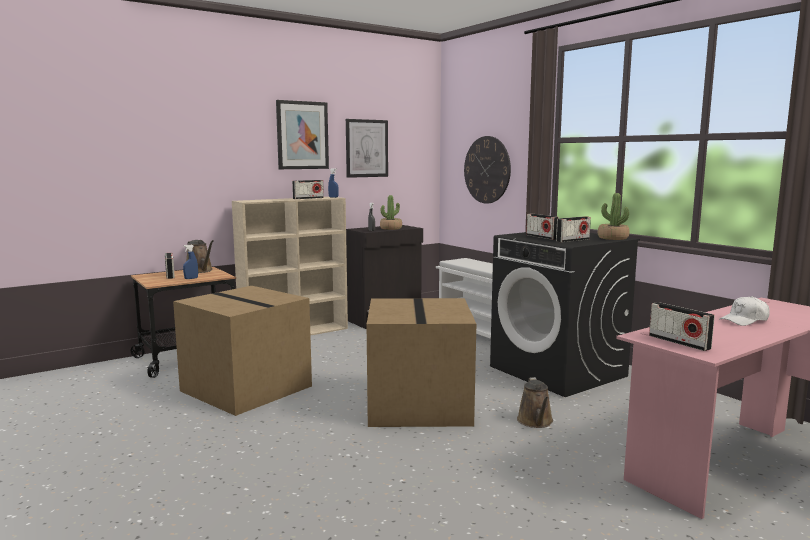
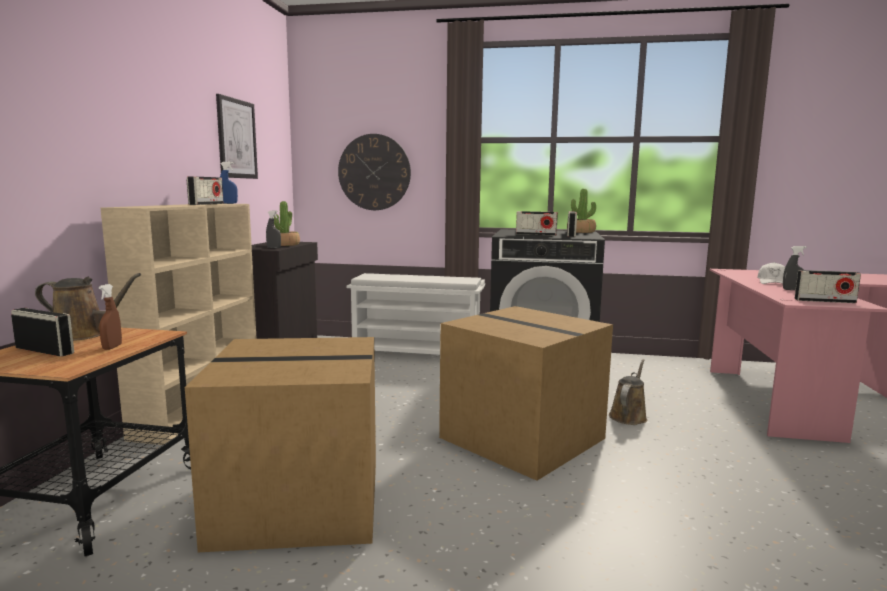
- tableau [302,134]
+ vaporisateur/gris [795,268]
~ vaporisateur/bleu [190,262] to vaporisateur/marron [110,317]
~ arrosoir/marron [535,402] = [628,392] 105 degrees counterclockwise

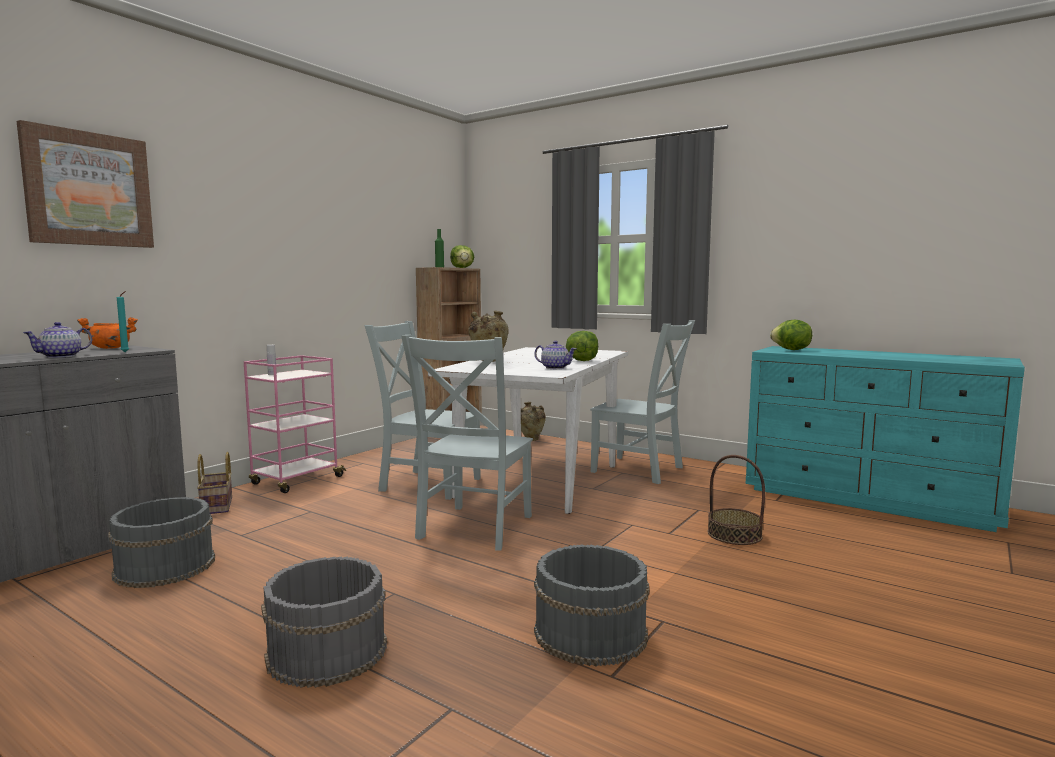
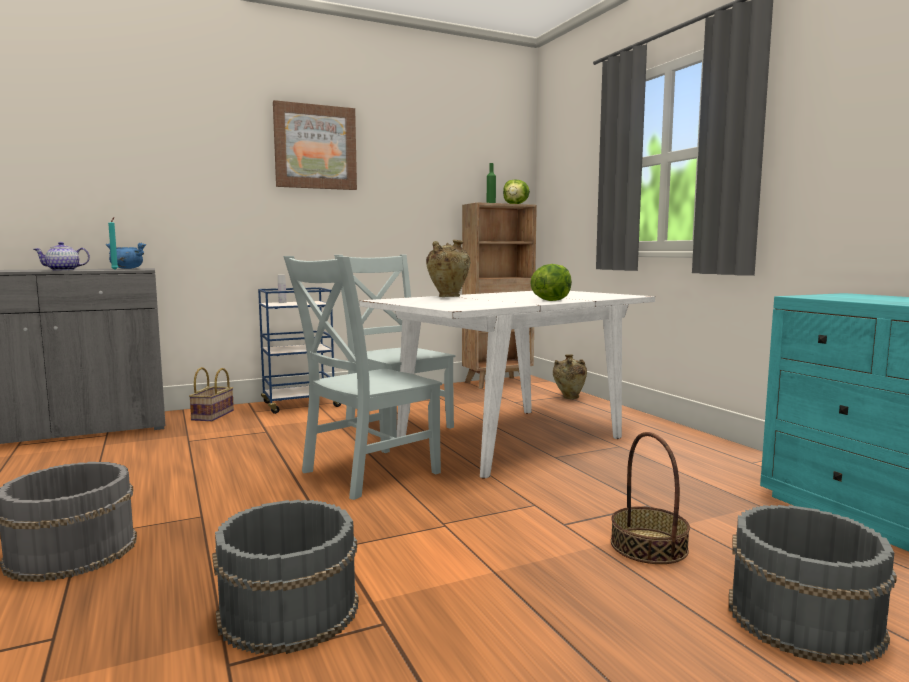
- théière [556,355]
- chaise/gris [642,402]
- laitue [791,335]
~ tableau [85,184] to [315,145]
~ seau/gris [161,542] to [813,585]
~ marmite/orange [107,333] to marmite/bleu [126,256]
~ chariot/rose [295,424] to chariot/bleu [299,350]

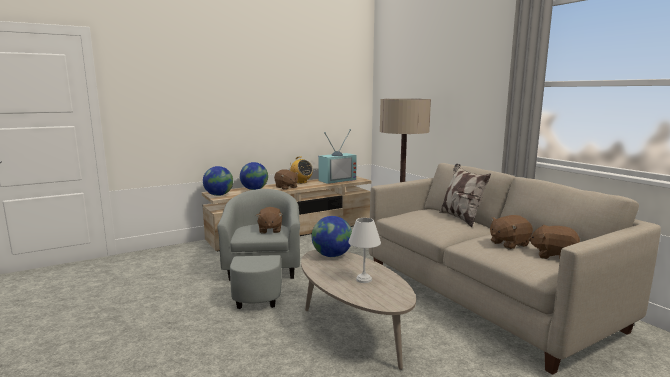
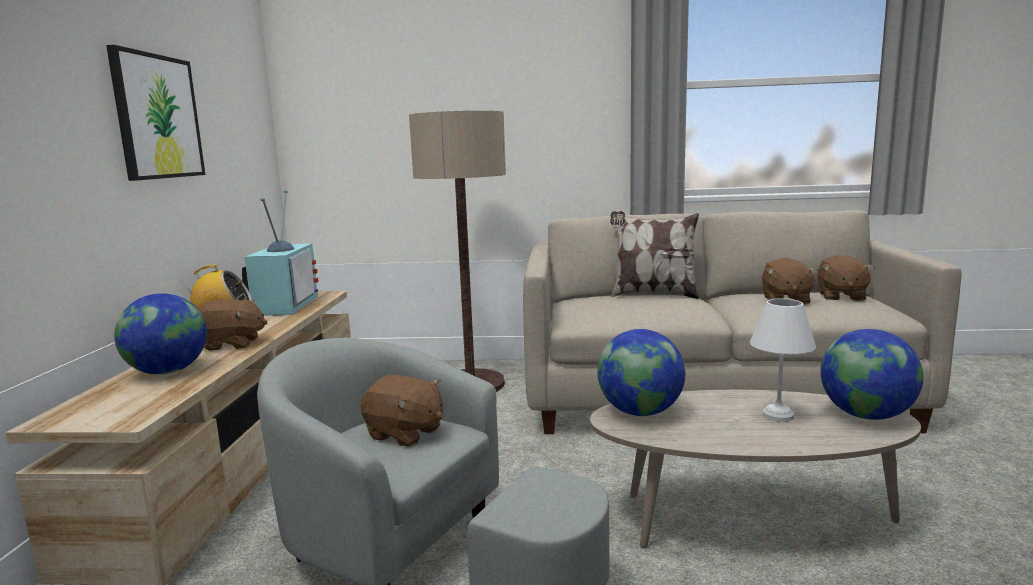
+ tableau [155,113]
~ globe [218,181] to [872,374]
~ peluche/marron [554,242] = [846,278] 45 degrees counterclockwise

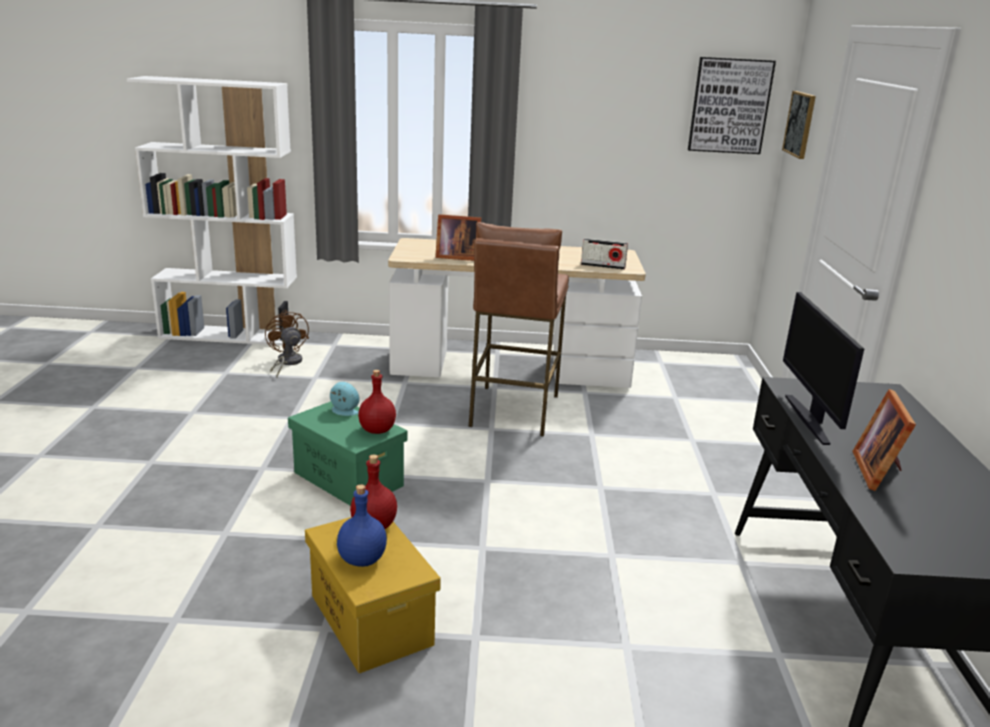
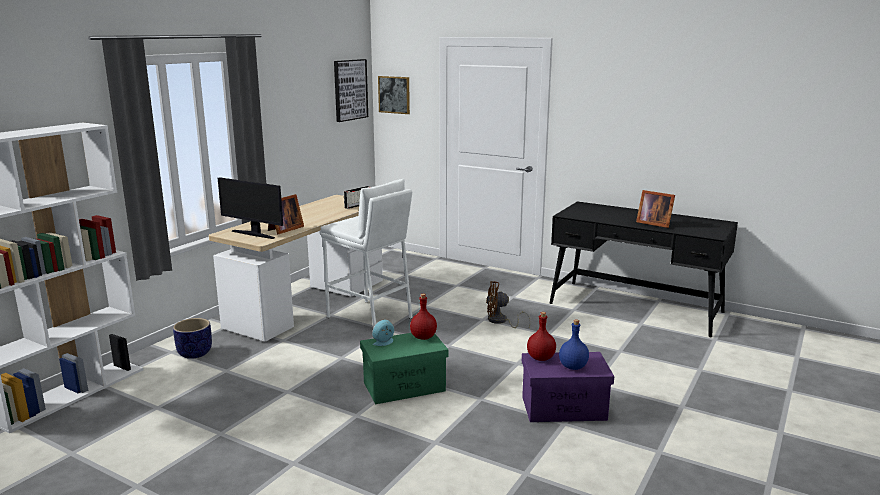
+ cache-pot [192,338]
~ ventilateur/marron [287,343] to [508,304]
~ écran d'ordinateur [823,368] to [250,208]
~ boîte de rangement/jaune [373,595] to boîte de rangement/violet [568,387]
~ tabouret/marron [519,329] to tabouret/blanc [367,253]

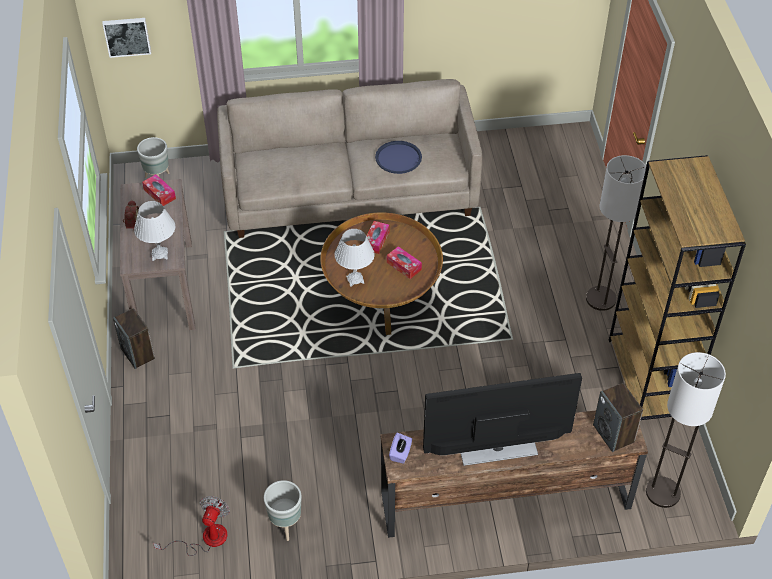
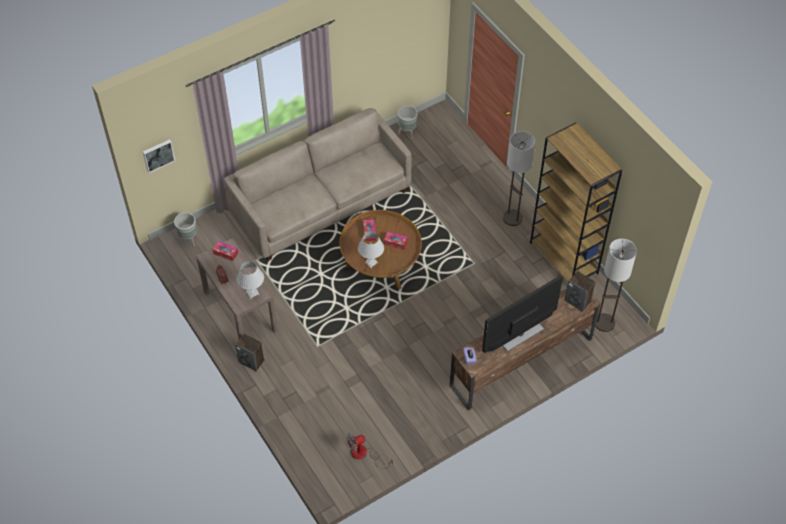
- plateau/bleu [398,157]
~ cache-pot/gris [282,510] to [408,122]
~ ventilateur [191,526] = [370,451] 105 degrees counterclockwise

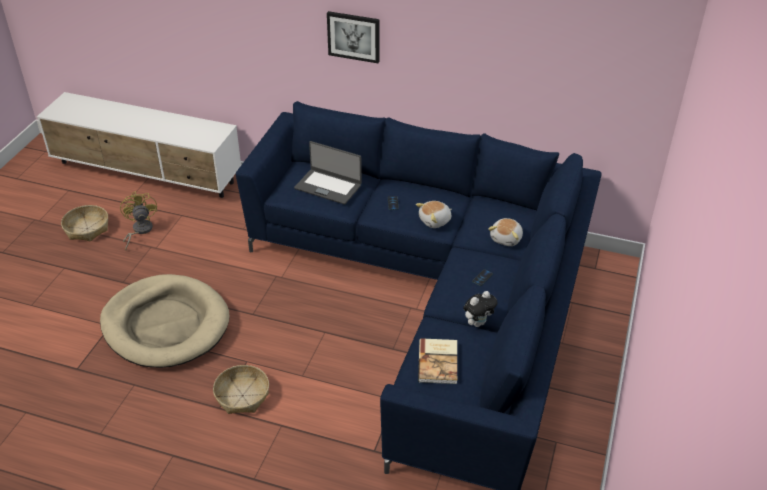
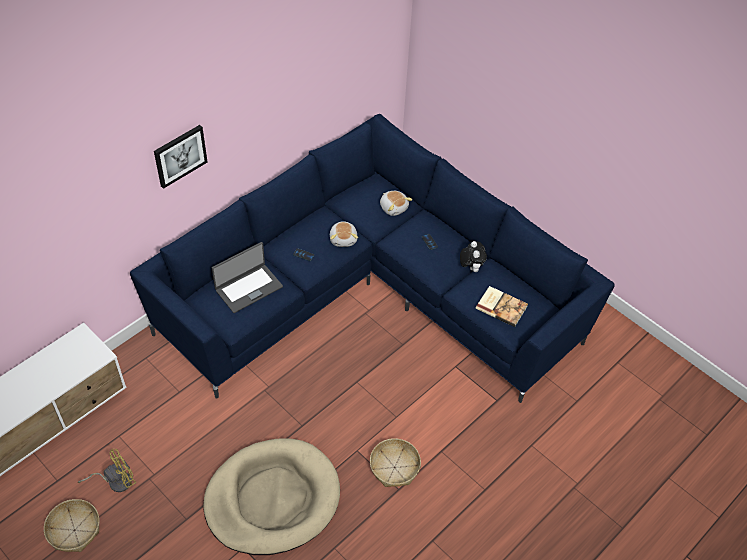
~ ventilateur/jaune [138,220] = [107,470] 135 degrees clockwise

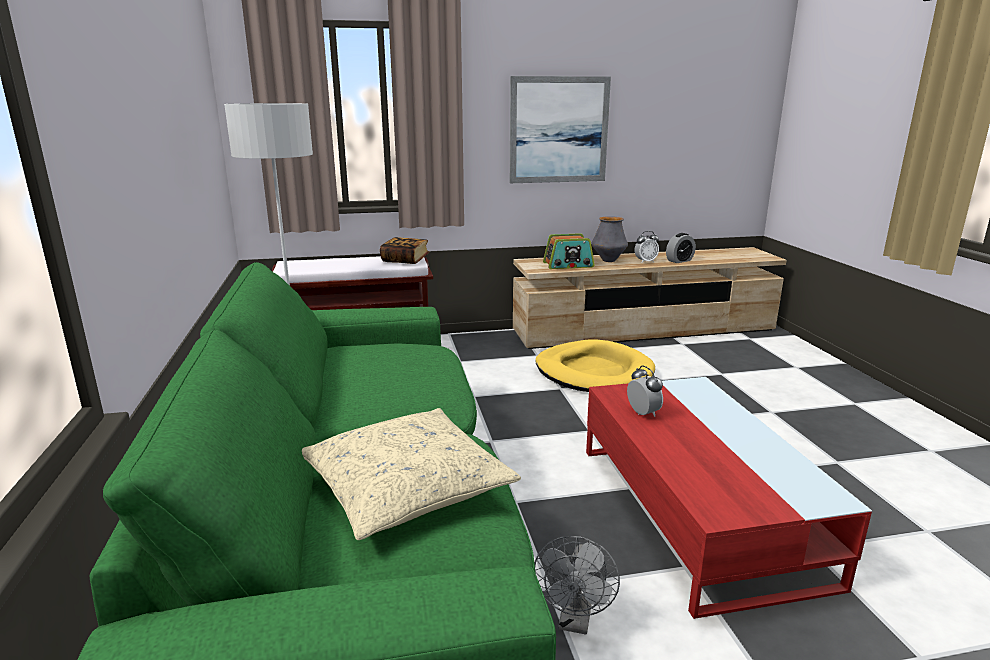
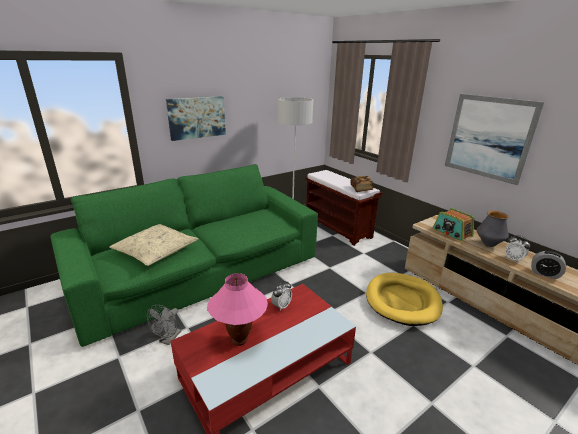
+ tableau [196,118]
+ lampe de table/rose [237,309]
~ ventilateur/gris [577,585] = [164,325] 60 degrees counterclockwise

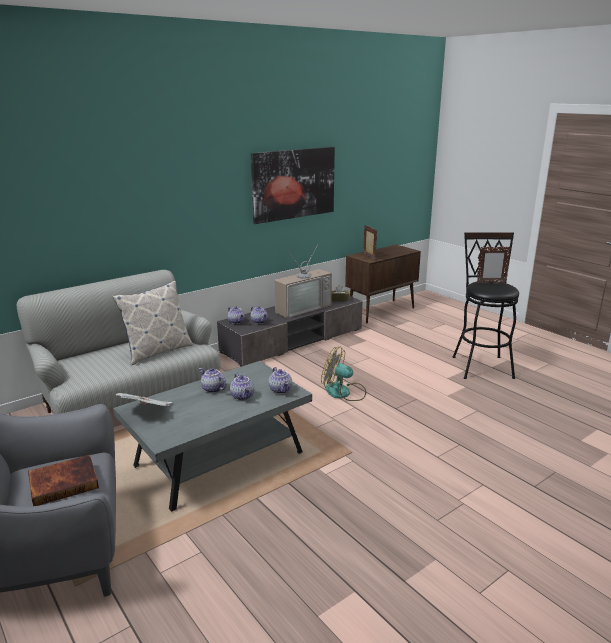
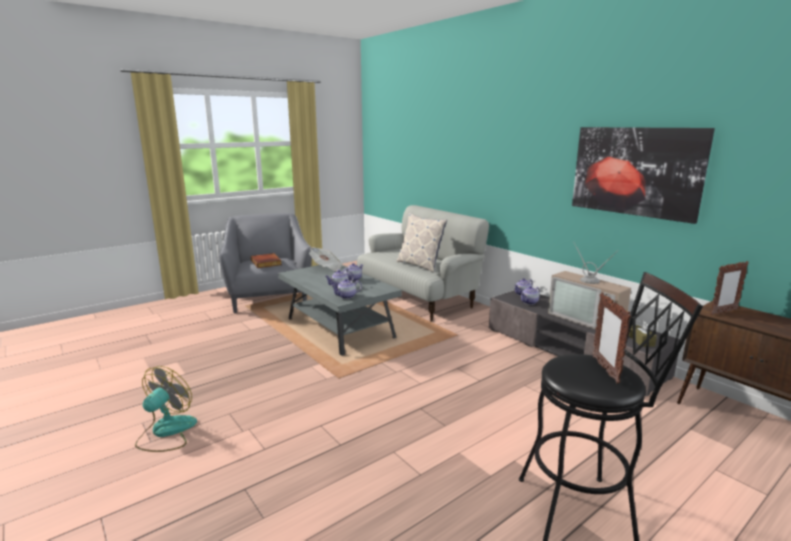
~ ventilateur [343,374] to [166,409]

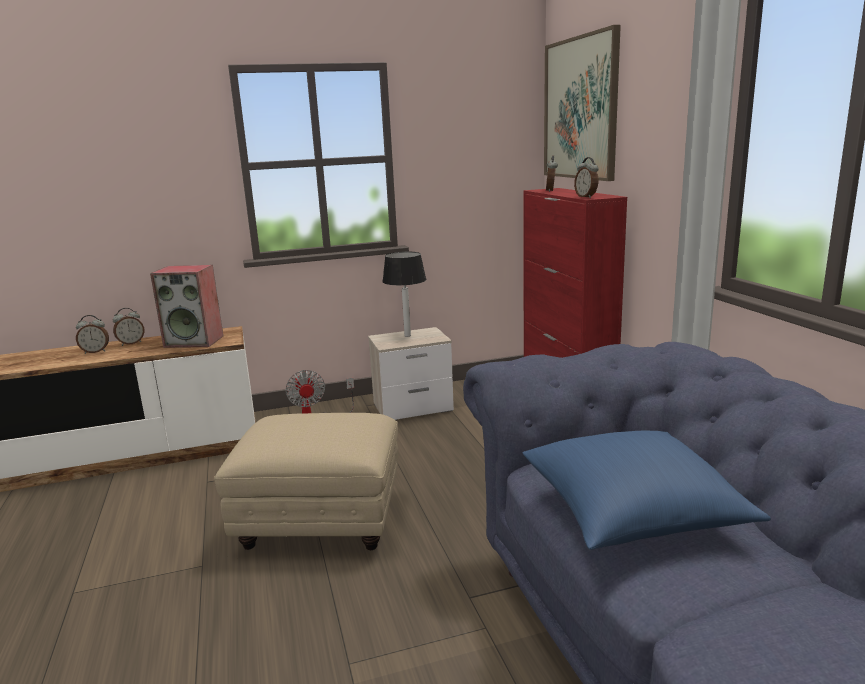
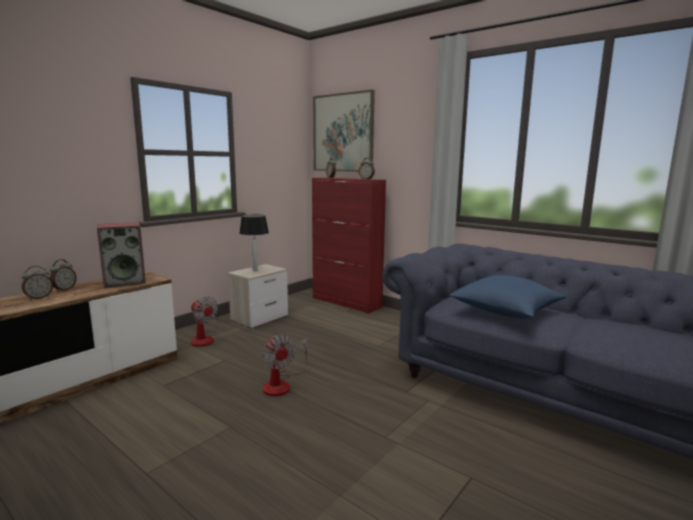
~ pouf/beige [306,481] to ventilateur [285,365]

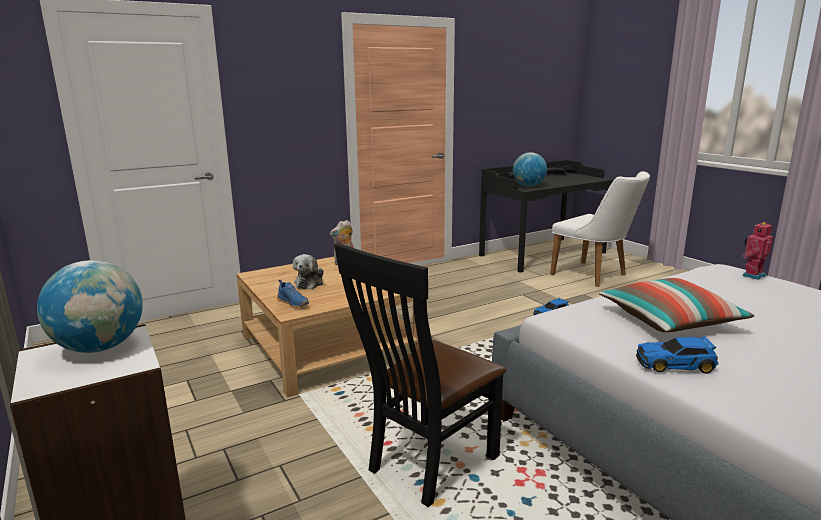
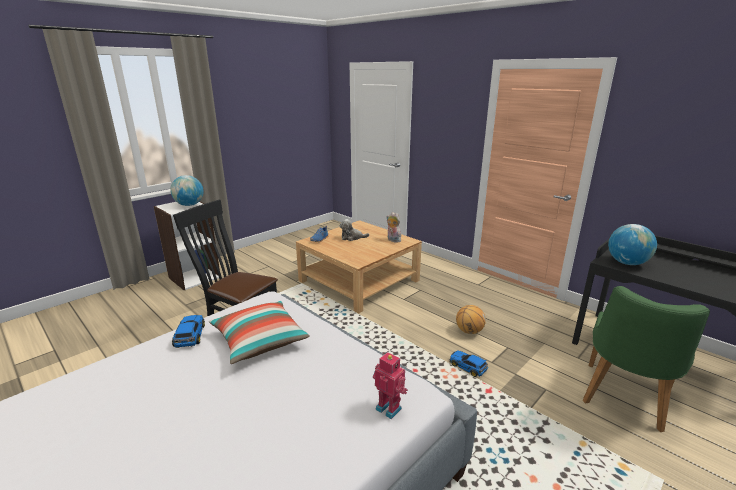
+ ballon de basket [471,319]
~ chaise/blanc [600,229] to chaise/vert [646,359]

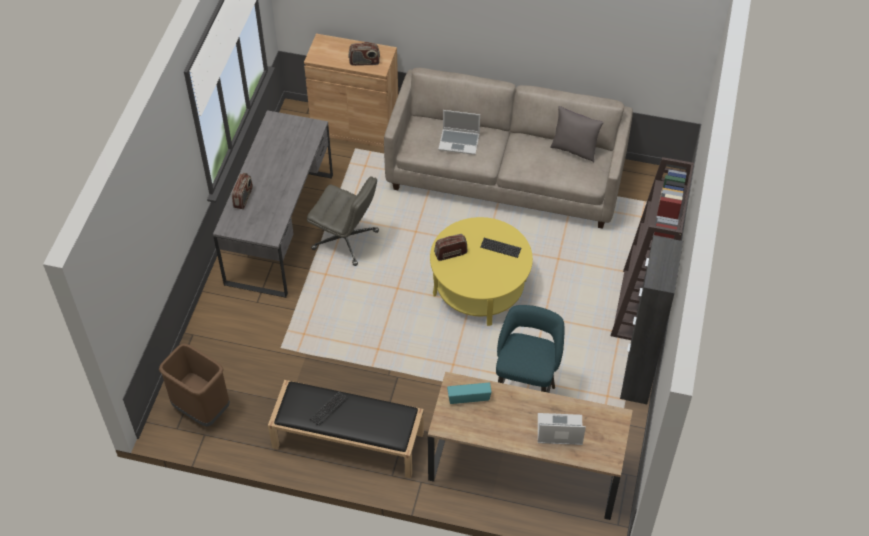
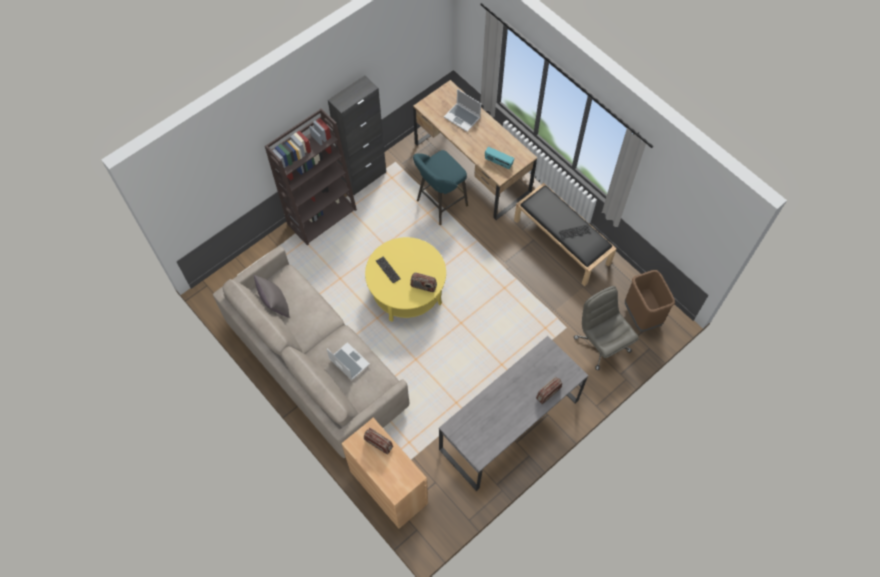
~ chaise de bureau/gris [343,221] to [606,328]

